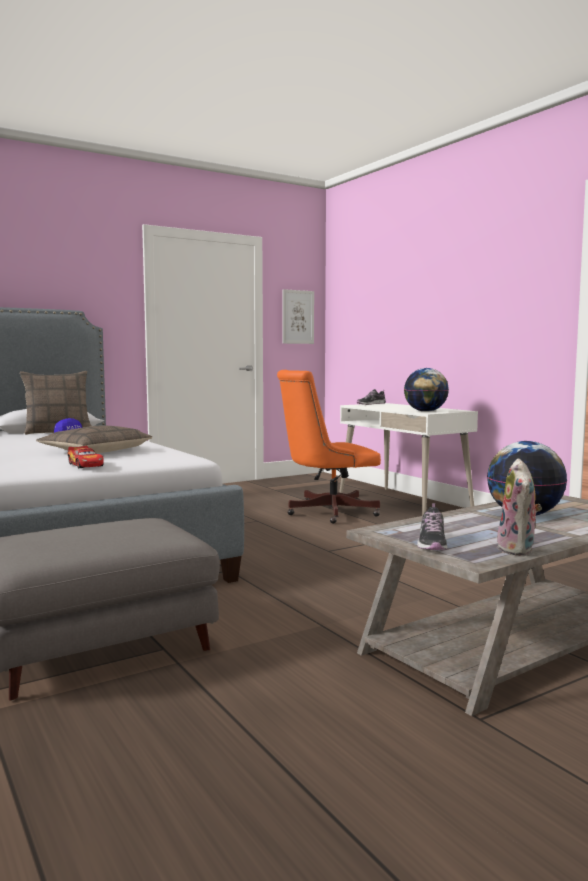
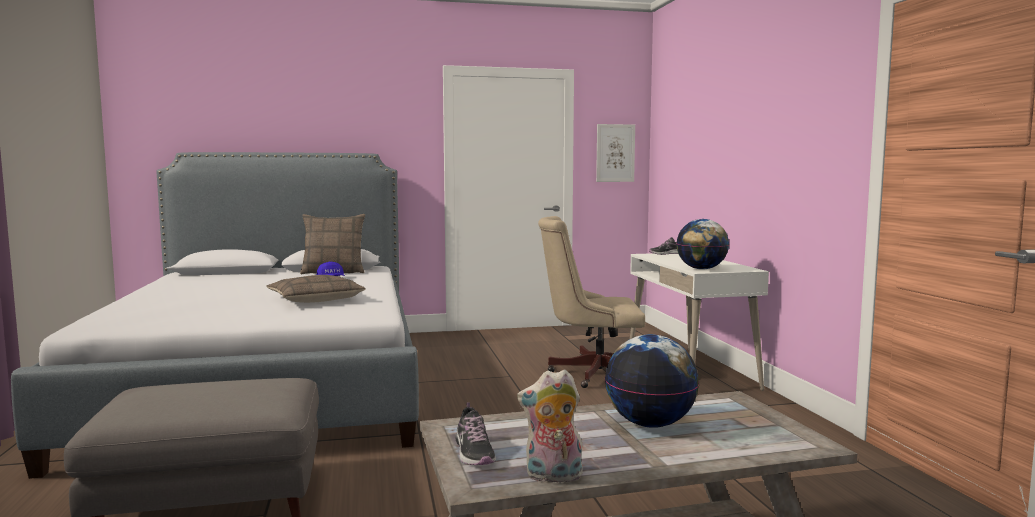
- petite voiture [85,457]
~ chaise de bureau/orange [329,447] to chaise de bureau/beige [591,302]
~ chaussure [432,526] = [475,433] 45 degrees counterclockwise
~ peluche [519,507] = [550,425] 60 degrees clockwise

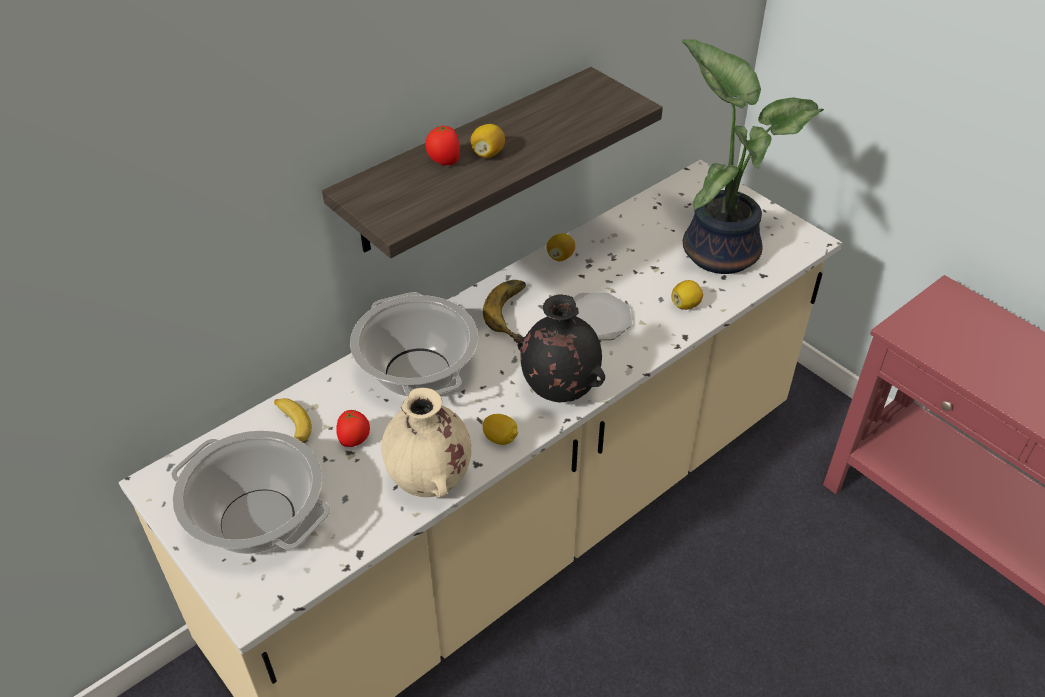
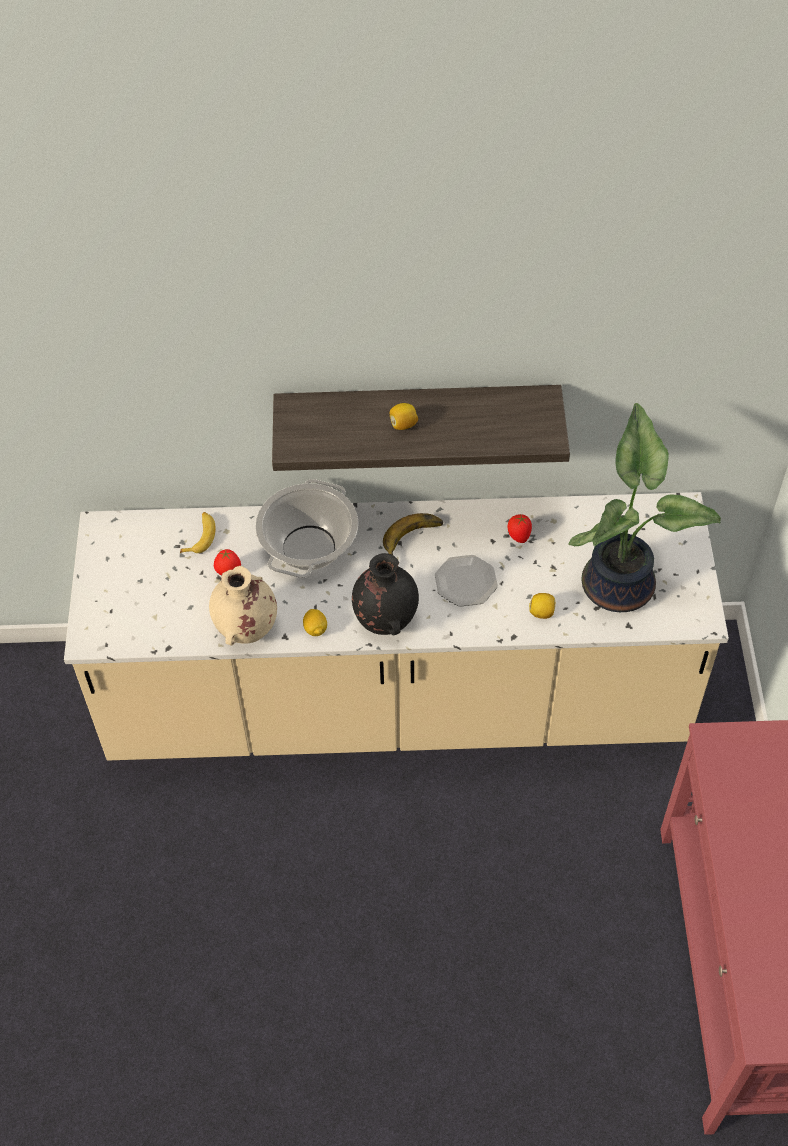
- marmite [251,492]
- citron [561,247]
~ tomate [442,145] to [519,528]

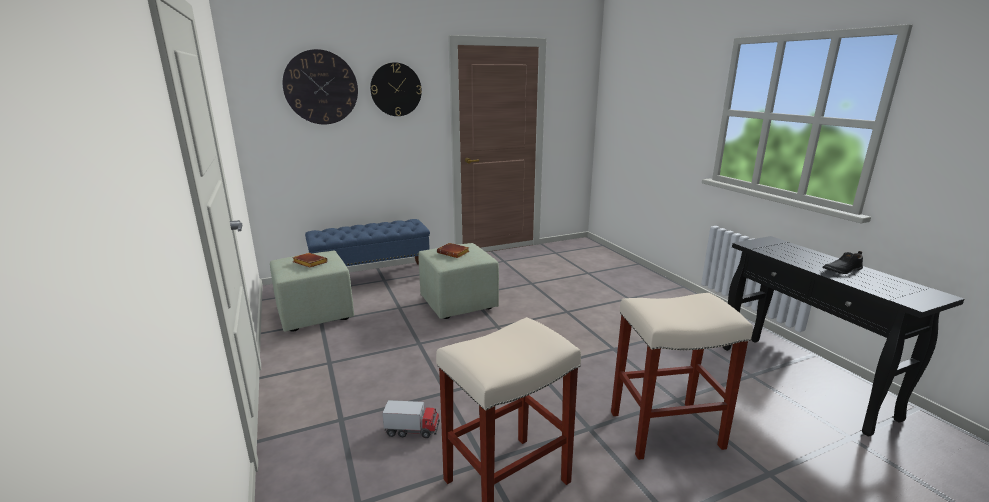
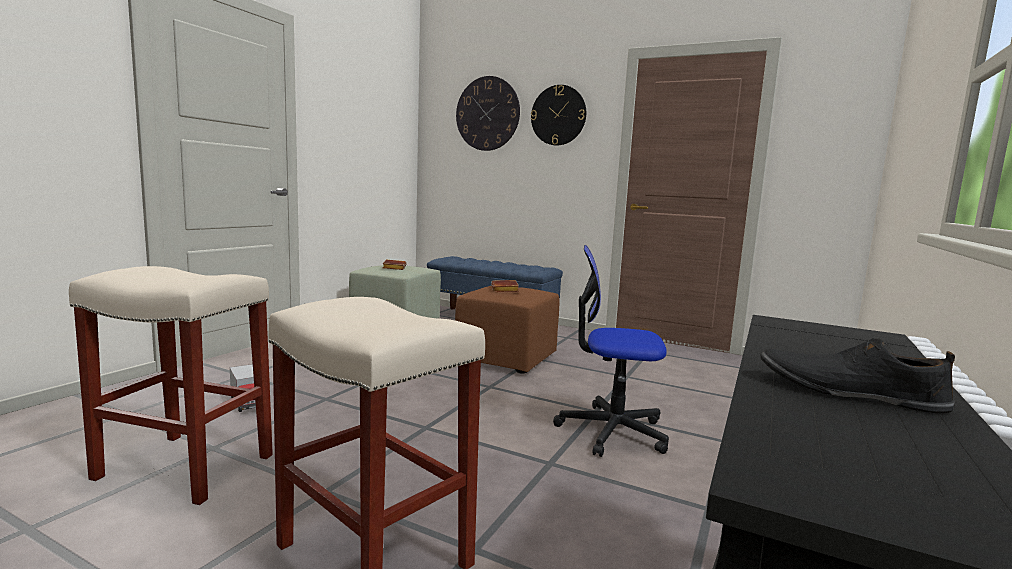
+ chaise de bureau [611,351]
~ pouf/vert [458,281] to pouf/marron [507,330]

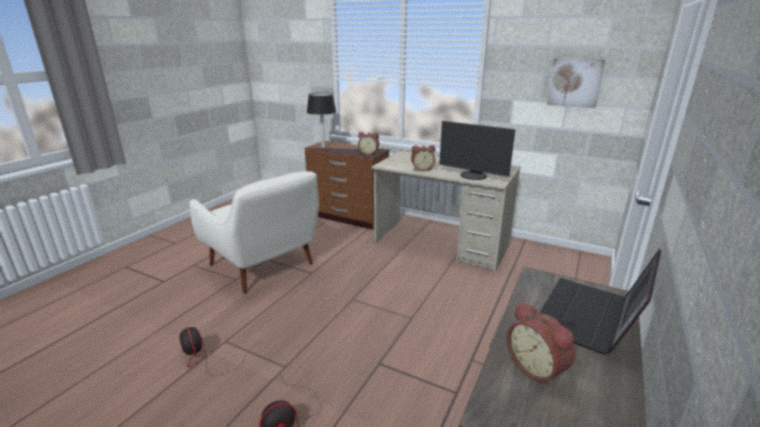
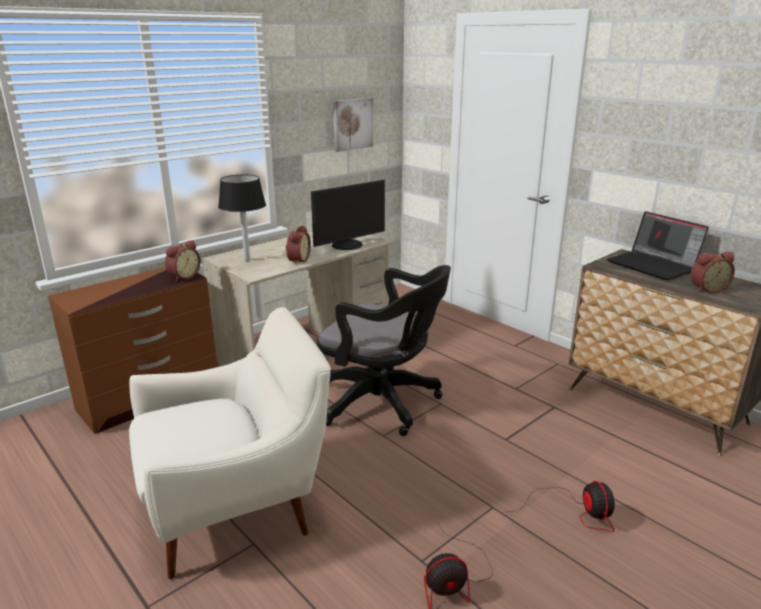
+ chaise de bureau/noir [384,350]
~ lampe de table/noir [321,120] to [242,218]

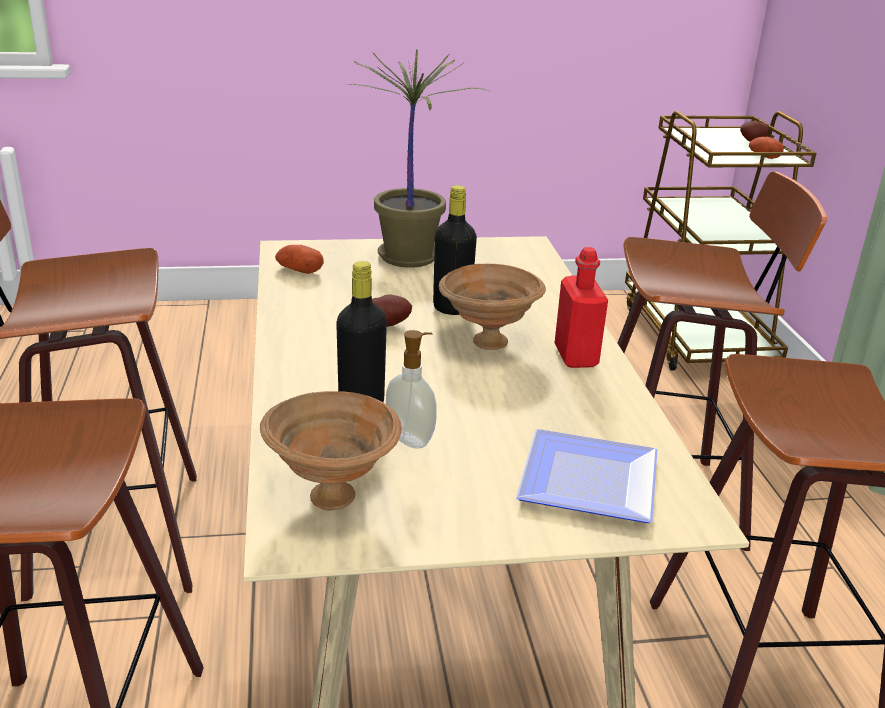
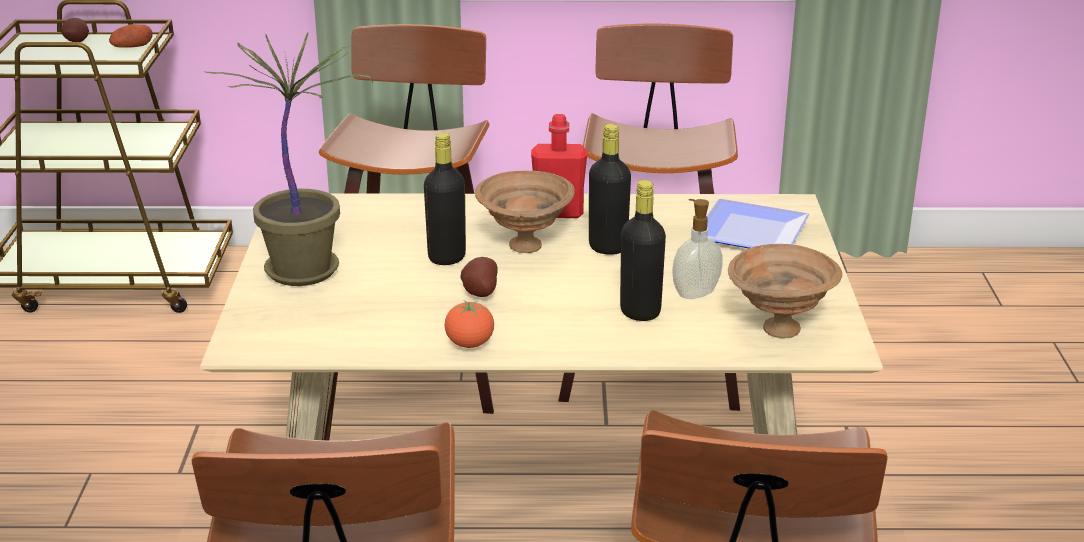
- pomme de terre [299,259]
+ tomate [469,324]
+ bouteille/noir [610,189]

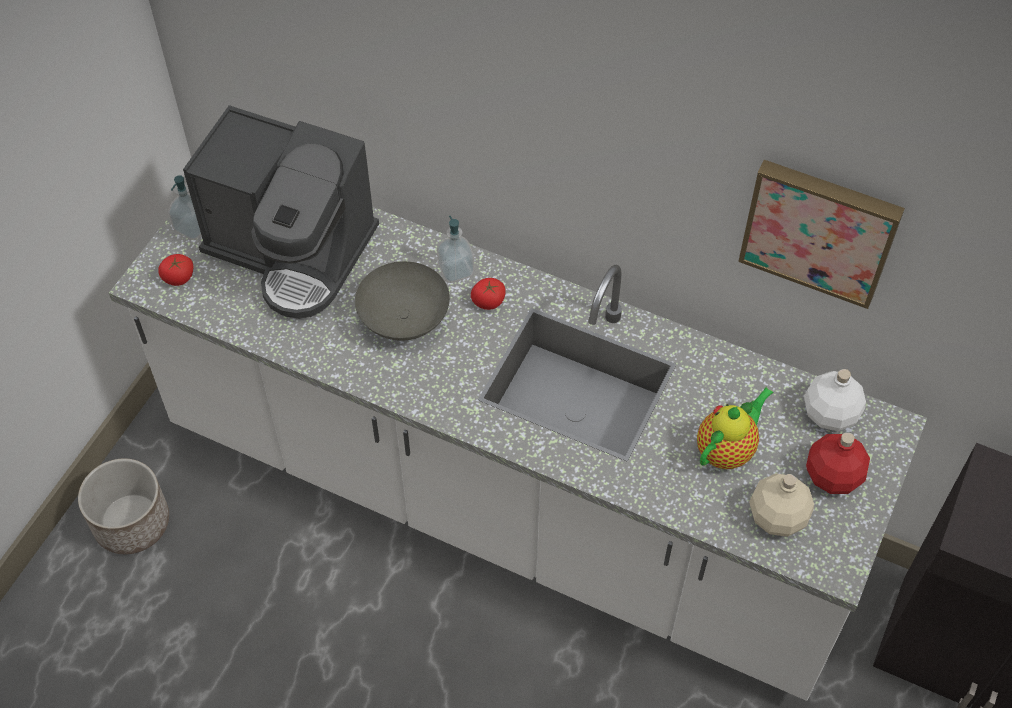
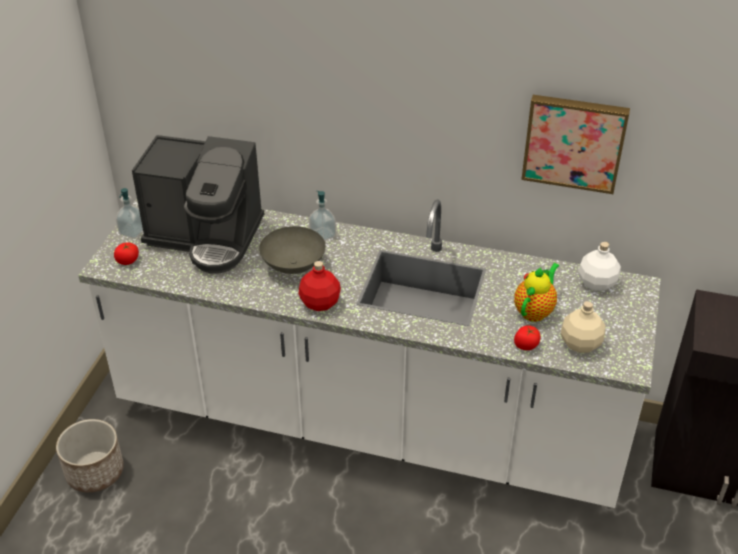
~ tomate [488,294] to [527,337]
~ bouteille/rouge [838,463] to [319,286]

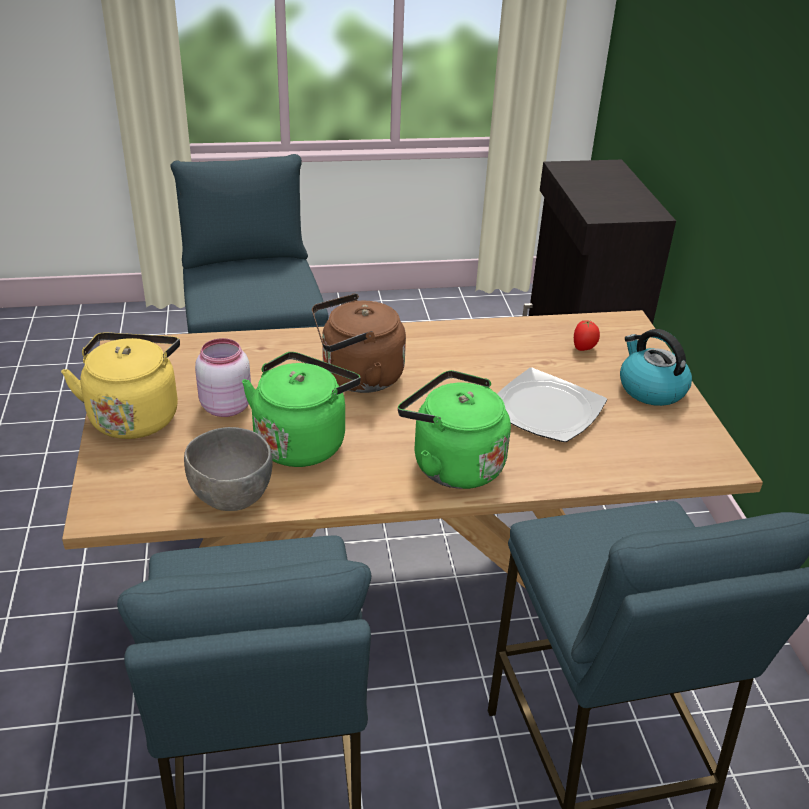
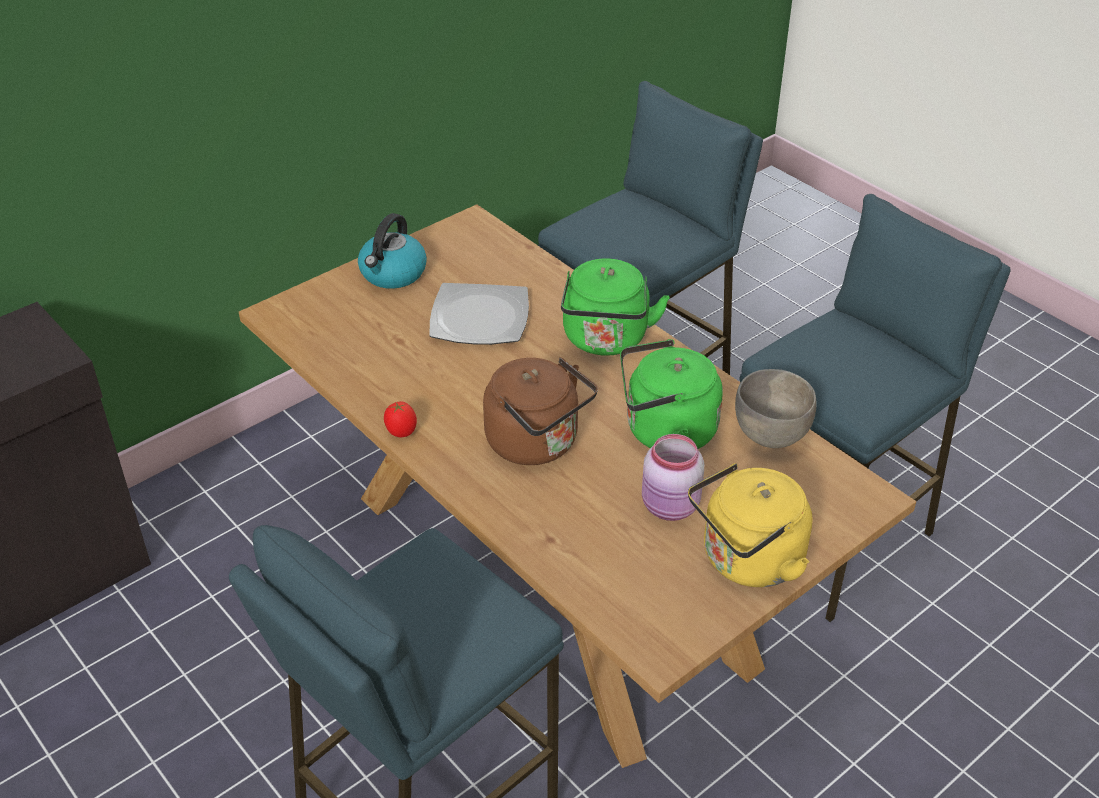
~ tomate [587,335] to [400,419]

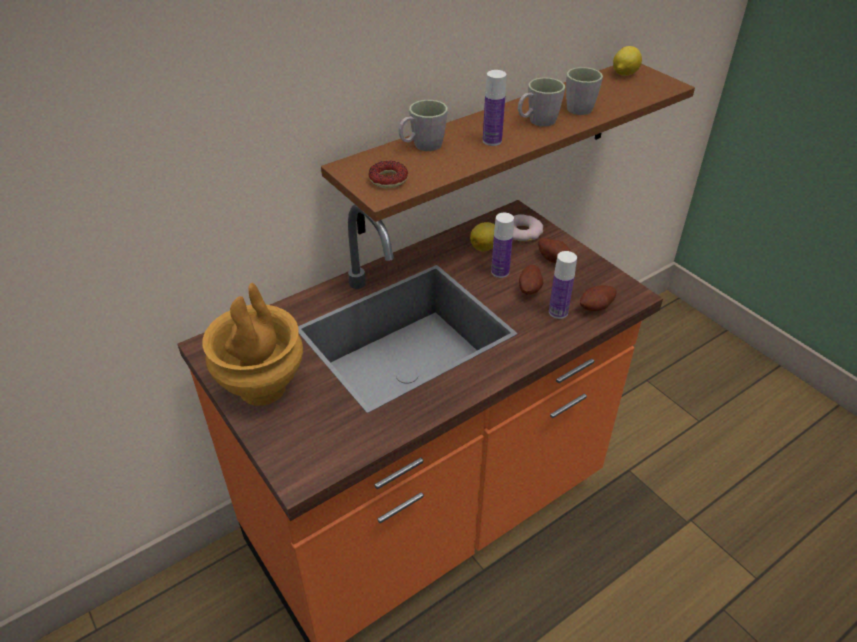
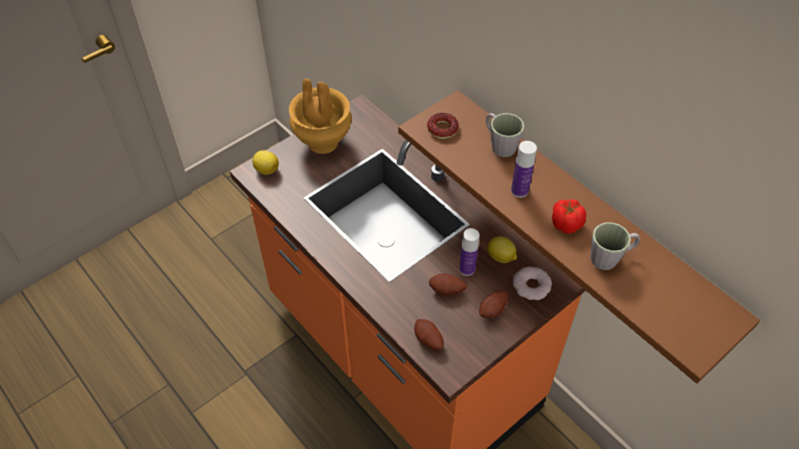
- bouteille [563,285]
~ citron [627,61] to [265,162]
~ mug/gris [541,102] to tomate [569,216]

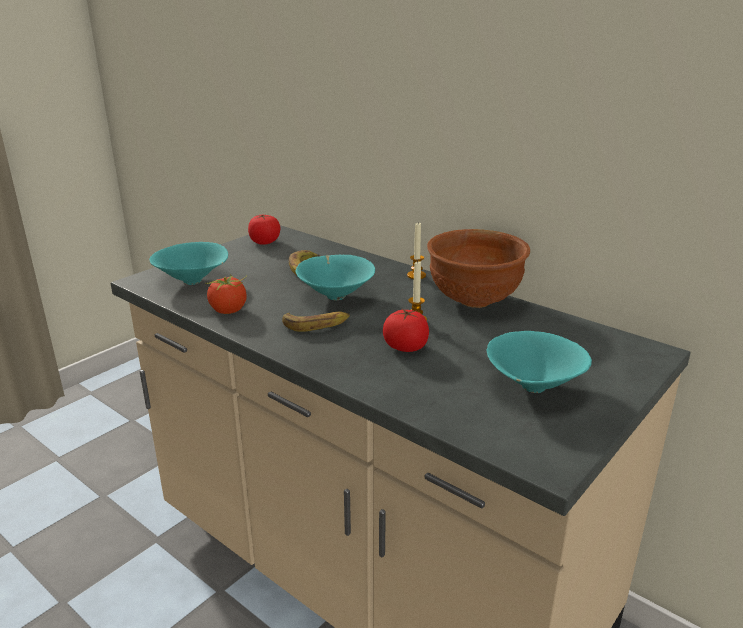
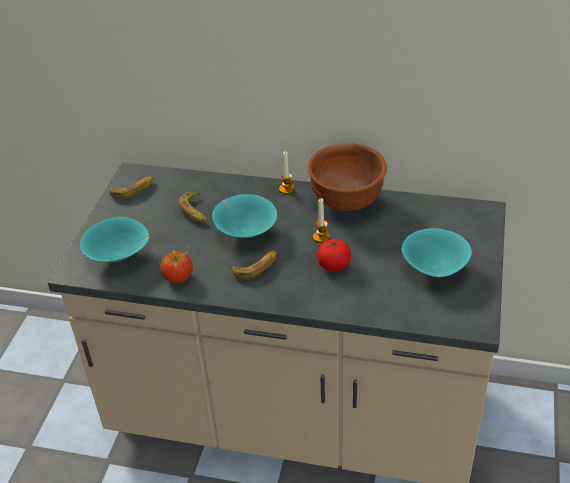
~ tomate [264,229] to banane [131,187]

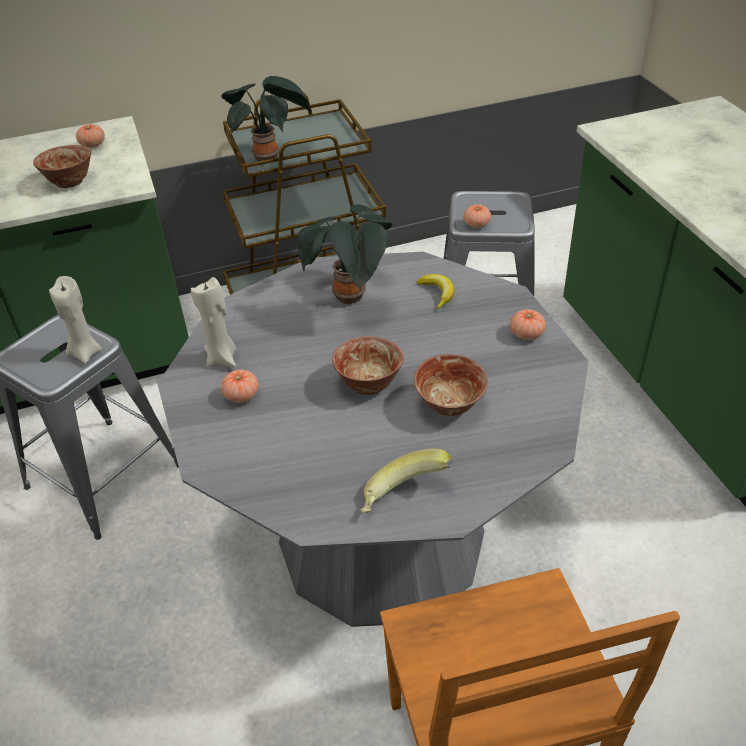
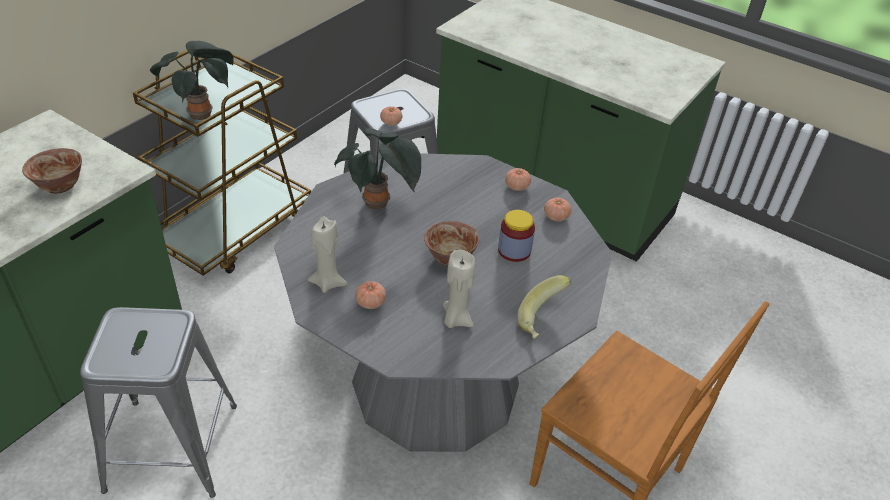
- banane [435,292]
~ bougie/beige [75,320] to [459,289]
~ tomate [90,136] to [557,209]
~ bol [451,385] to bocal [516,236]

